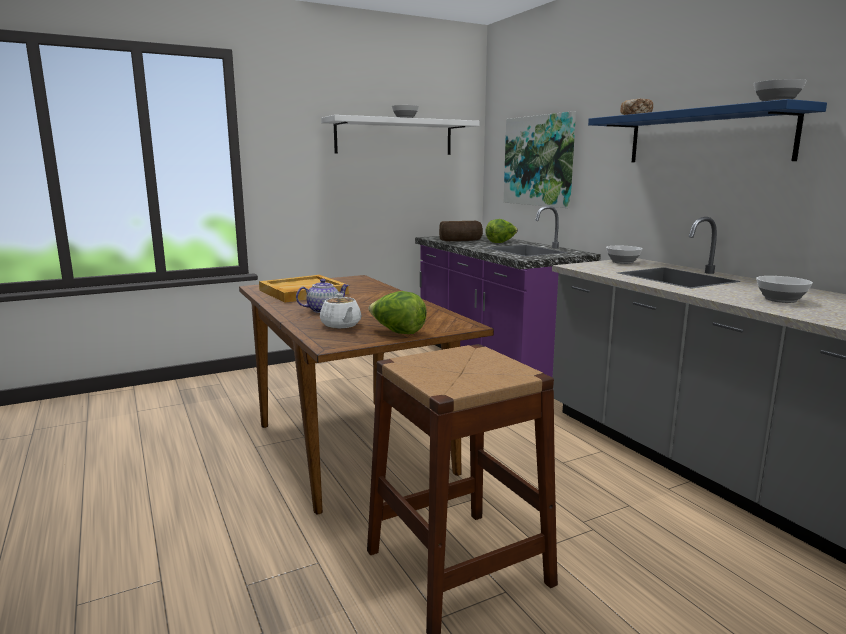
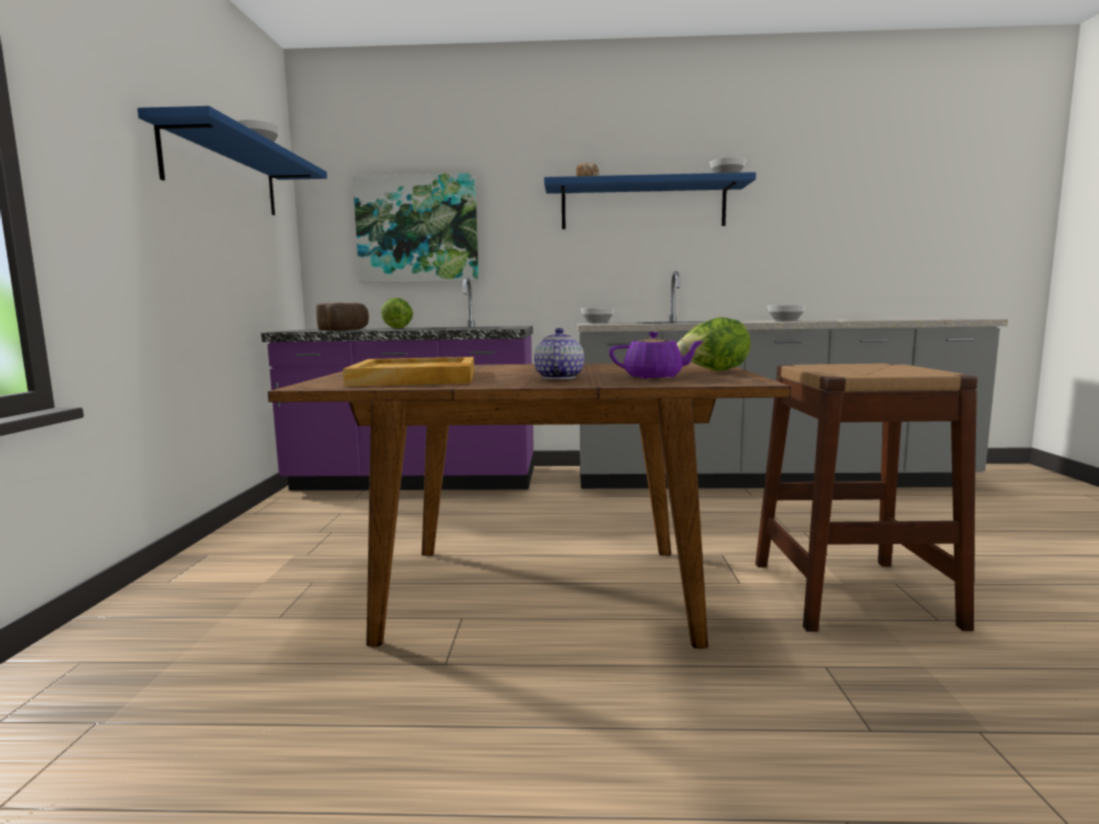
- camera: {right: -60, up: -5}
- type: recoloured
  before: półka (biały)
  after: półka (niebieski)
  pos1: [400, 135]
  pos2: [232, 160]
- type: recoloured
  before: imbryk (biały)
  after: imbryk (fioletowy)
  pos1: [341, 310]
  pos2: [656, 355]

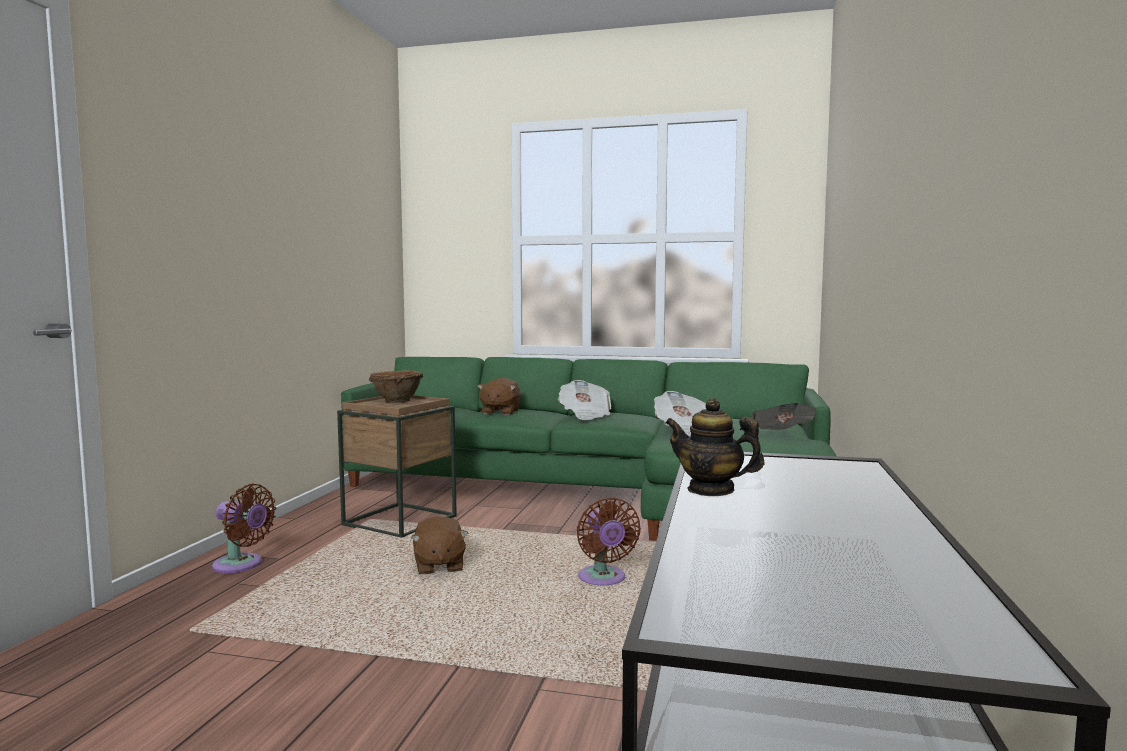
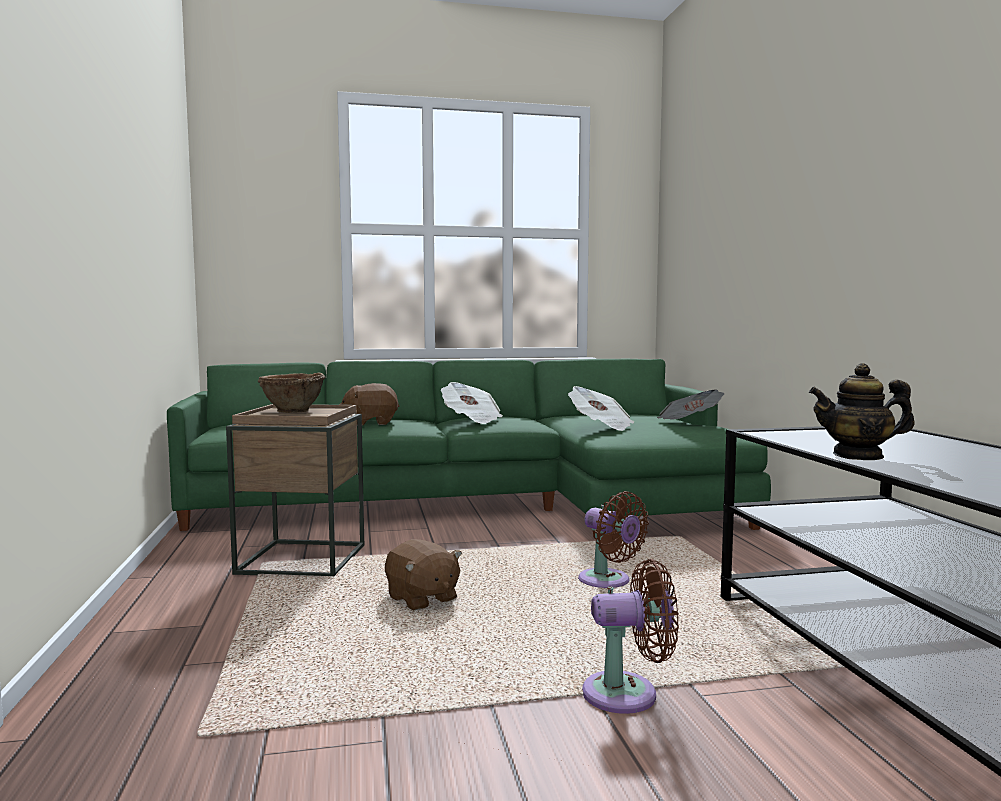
- camera: {right: -25, up: 0}
- type: turned
  before: pluszak (brązowy)
  pos1: [499, 396]
  pos2: [369, 404]
  turn: 90
- type: moved
  before: wentylator (brązowy)
  pos1: [244, 528]
  pos2: [630, 636]

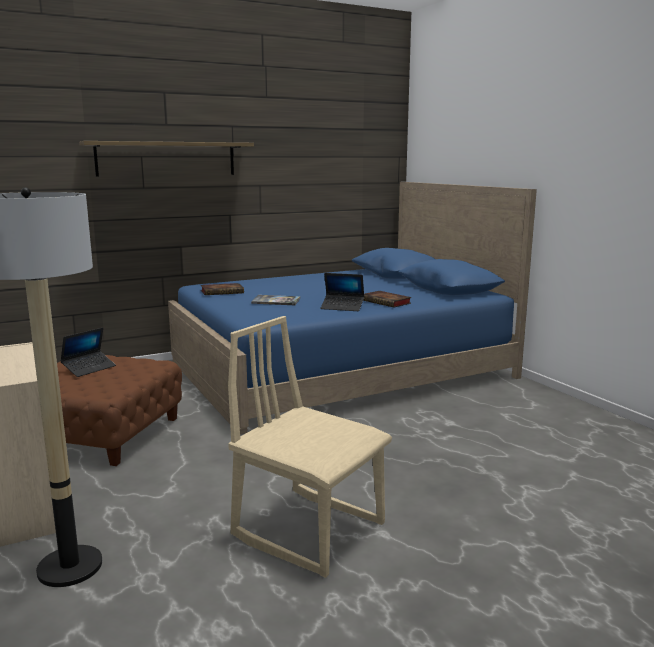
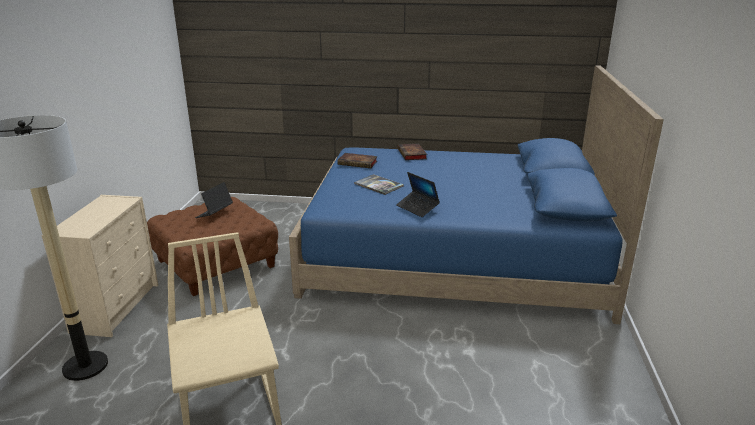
- camera: {right: 35, up: 10}
- type: turned
  before: laptop
  pos1: [88, 352]
  pos2: [214, 200]
  turn: 135
- type: moved
  before: książka
  pos1: [387, 299]
  pos2: [412, 151]
- type: removed
  before: półka
  pos1: [166, 158]

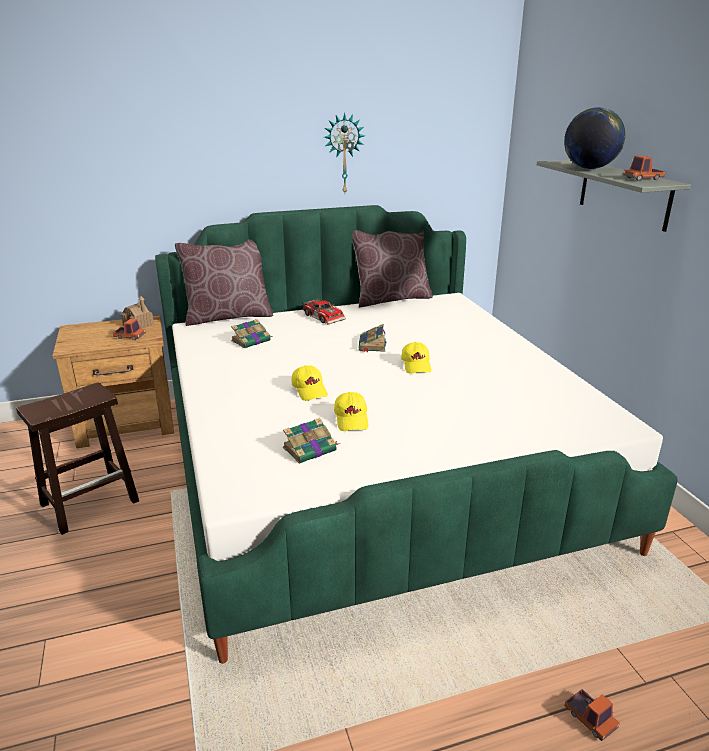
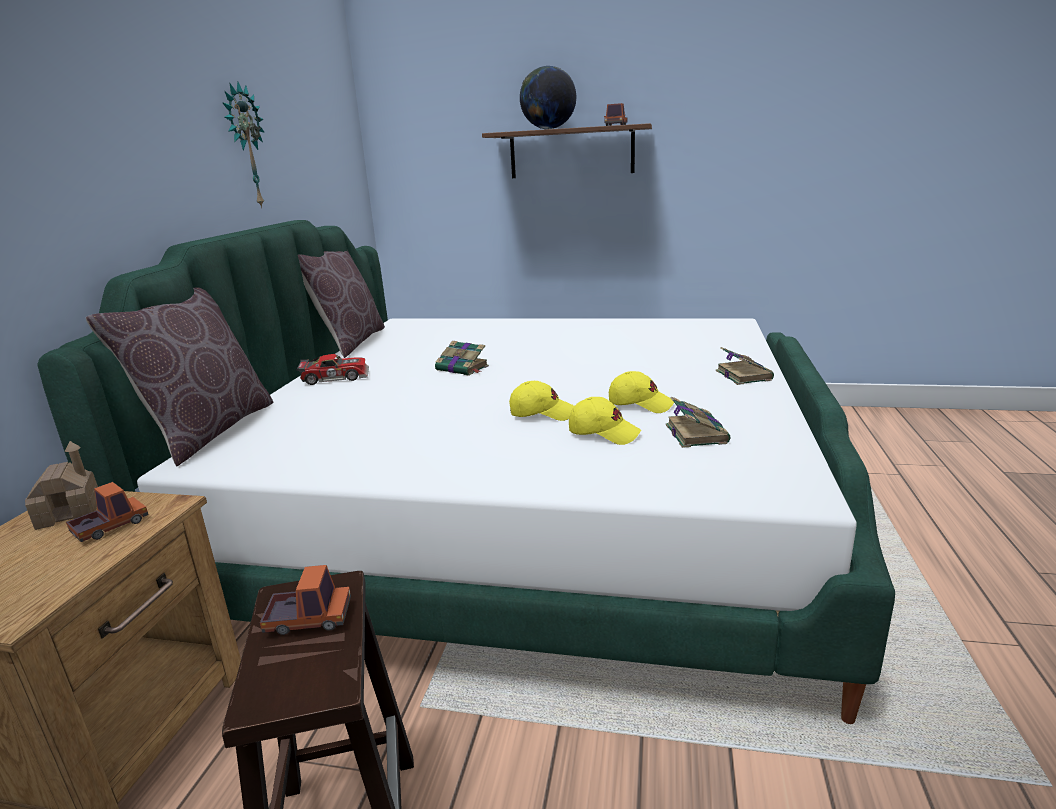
- camera: {right: -60, up: -5}
- type: moved
  before: ciężarówka zabawkowa
  pos1: [592, 715]
  pos2: [305, 600]
- type: recoloured
  before: półka (szary)
  after: półka (brązowy)
  pos1: [614, 196]
  pos2: [567, 150]
- type: moved
  before: czapka z daszkiem (żółty)
  pos1: [416, 358]
  pos2: [605, 421]
- type: moved
  before: książka
  pos1: [252, 333]
  pos2: [745, 366]

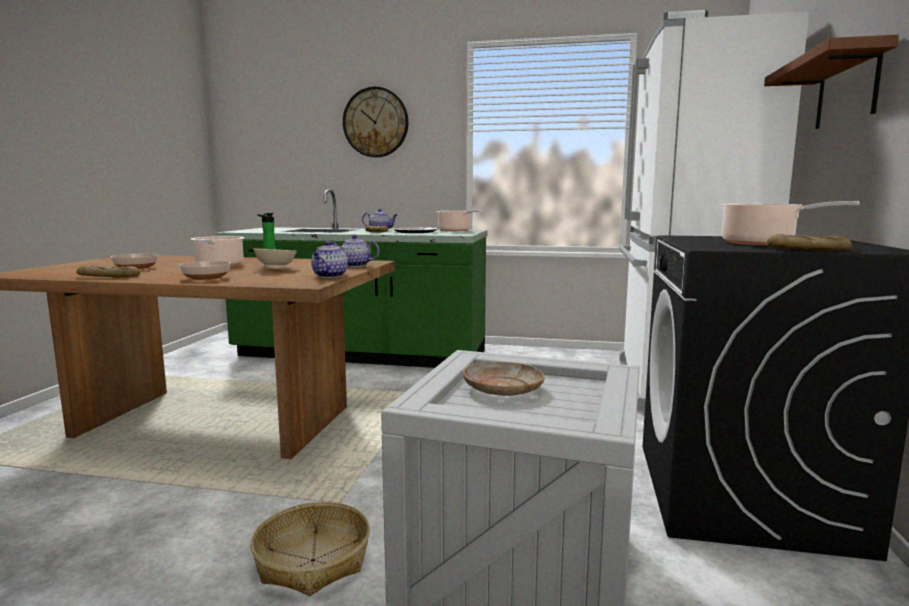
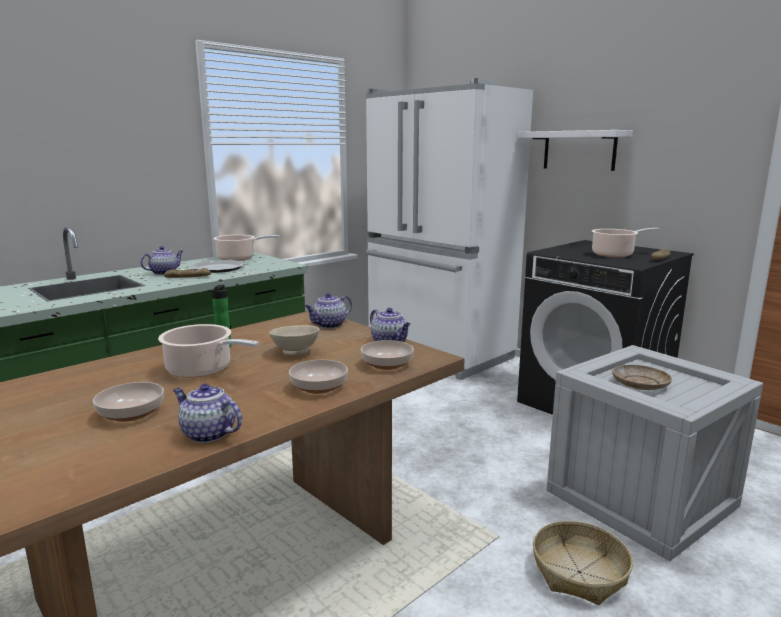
- camera: {right: -55, up: 5}
- type: replaced
  before: chleb
  after: imbryk
  pos1: [108, 271]
  pos2: [207, 413]
- type: added
  after: miska
  pos2: [387, 355]
- type: recoloured
  before: półka (brązowy)
  after: półka (biały)
  pos1: [831, 82]
  pos2: [575, 150]
- type: removed
  before: zegar ścienny
  pos1: [375, 122]

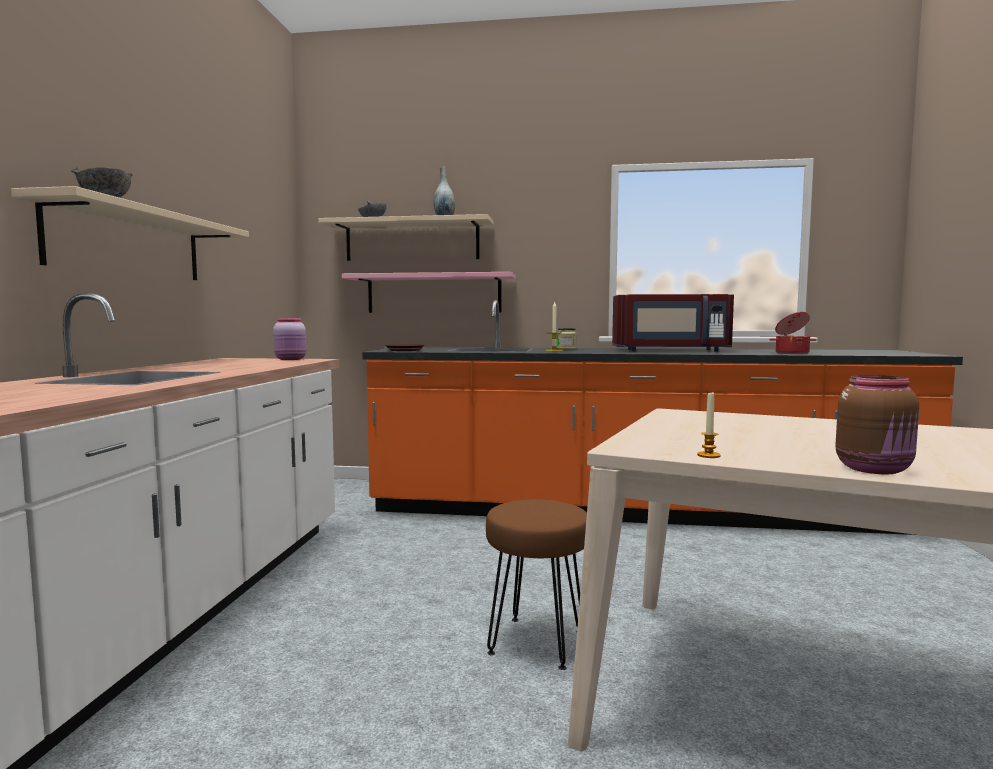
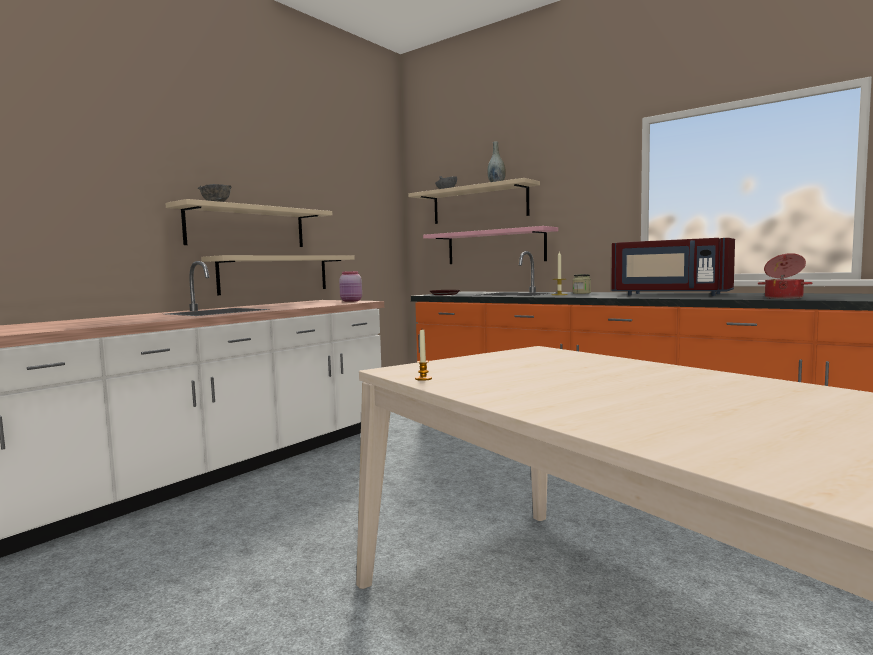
- camera: {right: 30, up: 0}
- type: added
  after: półka (beżowy)
  pos2: [278, 275]
- type: removed
  before: stołek (brązowy)
  pos1: [536, 584]
- type: removed
  before: słoik (brązowy)
  pos1: [877, 424]

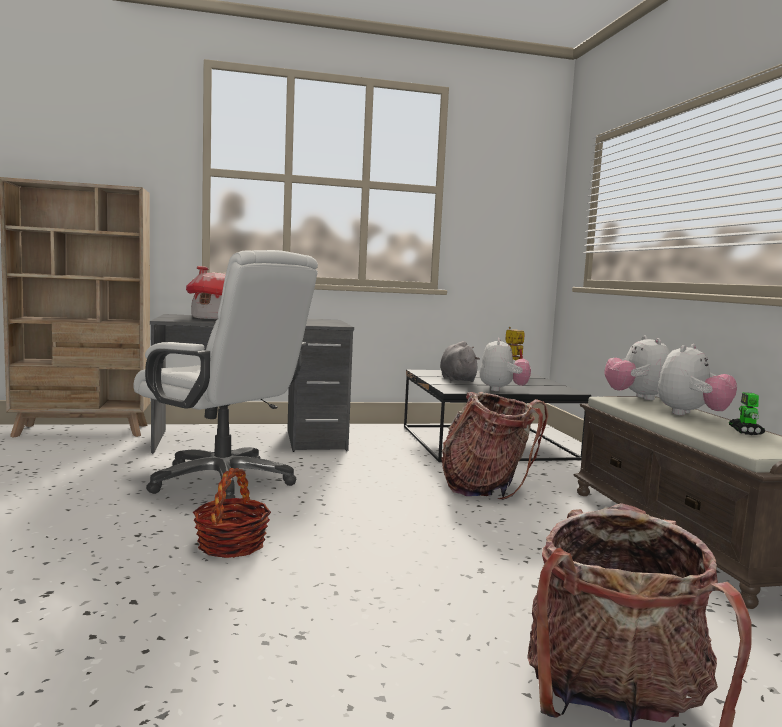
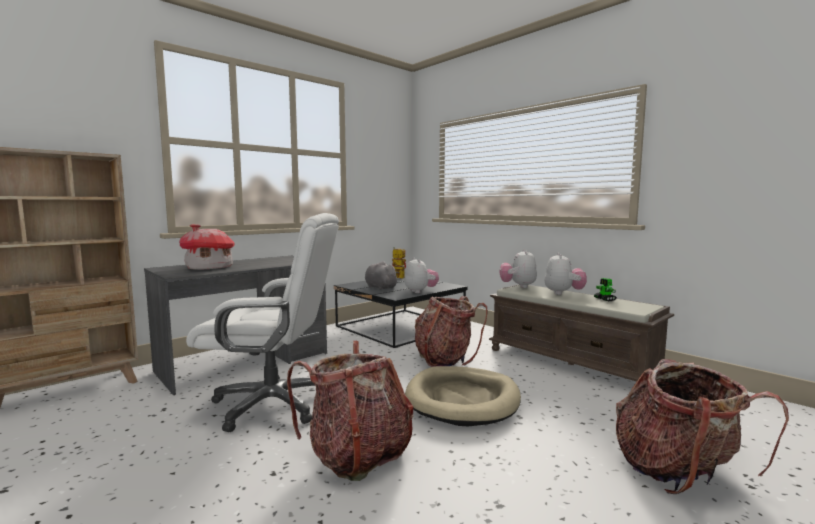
- camera: {right: -30, up: 0}
- type: replaced
  before: koszyk
  after: plecak
  pos1: [232, 513]
  pos2: [350, 411]
- type: added
  after: legowisko (beżowy)
  pos2: [463, 396]
- type: turned
  before: pluszak
  pos1: [637, 368]
  pos2: [518, 268]
  turn: 45

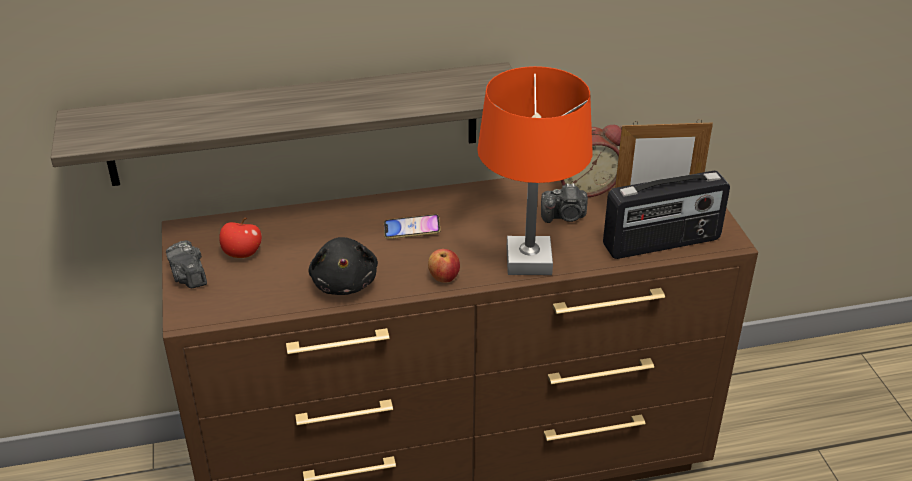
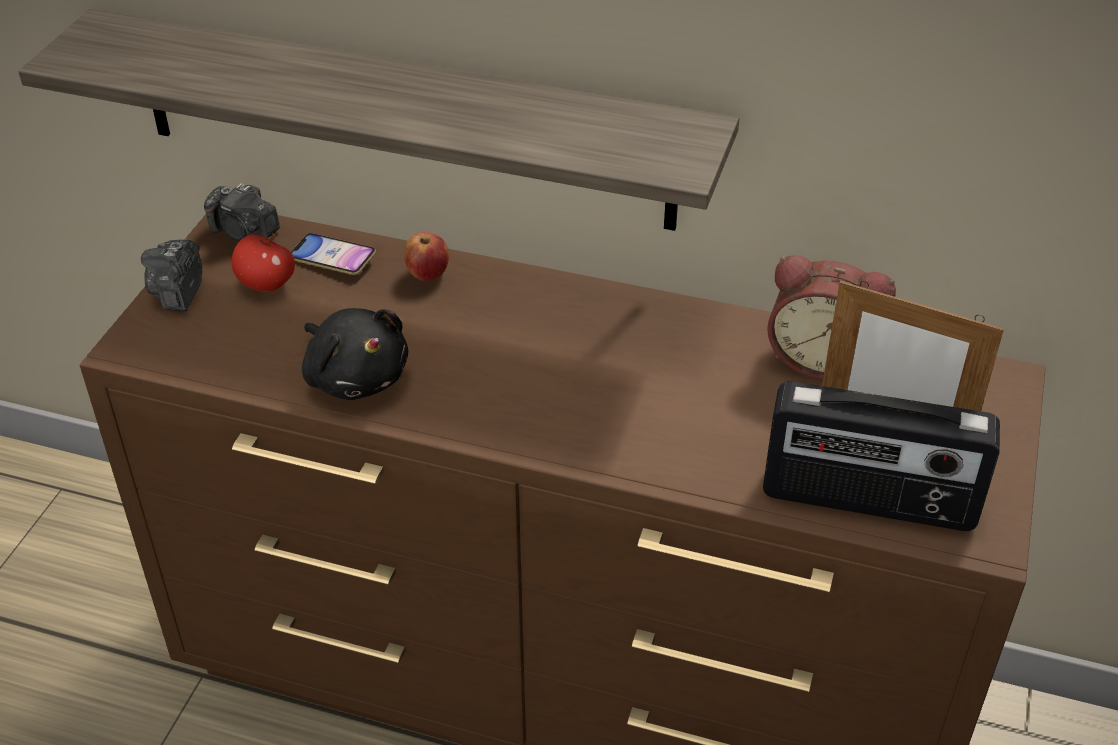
- camera: {right: 30, up: 5}
- type: moved
  before: aparat fotograficzny
  pos1: [564, 203]
  pos2: [242, 212]
- type: moved
  before: telefon
  pos1: [412, 226]
  pos2: [333, 254]
- type: turned
  before: pluszak (czarny)
  pos1: [343, 266]
  pos2: [355, 354]
  turn: -60
- type: moved
  before: jabłko
  pos1: [444, 266]
  pos2: [426, 257]
- type: removed
  before: lampa stołowa (pomarańczowy)
  pos1: [534, 170]

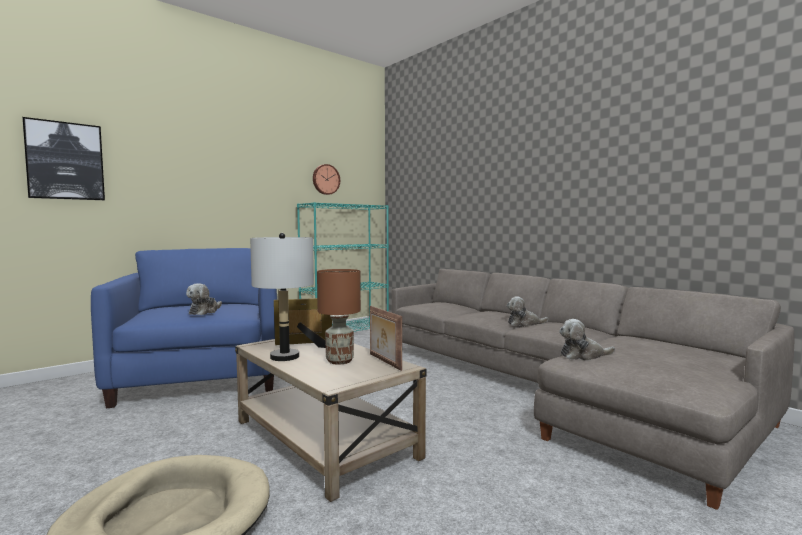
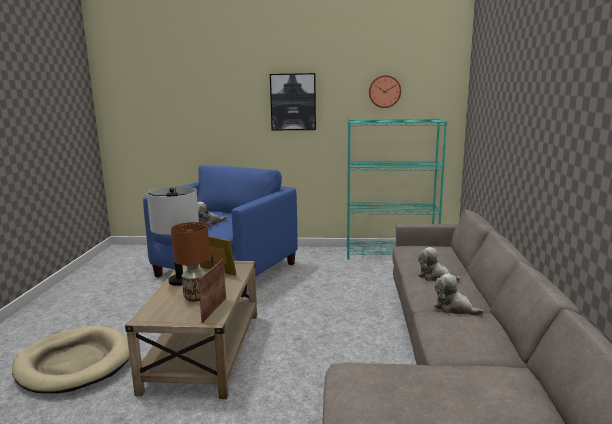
- camera: {right: 45, up: 10}
- type: moved
  before: obraz
  pos1: [63, 158]
  pos2: [293, 101]
- type: moved
  before: pluszak
  pos1: [587, 340]
  pos2: [439, 264]

